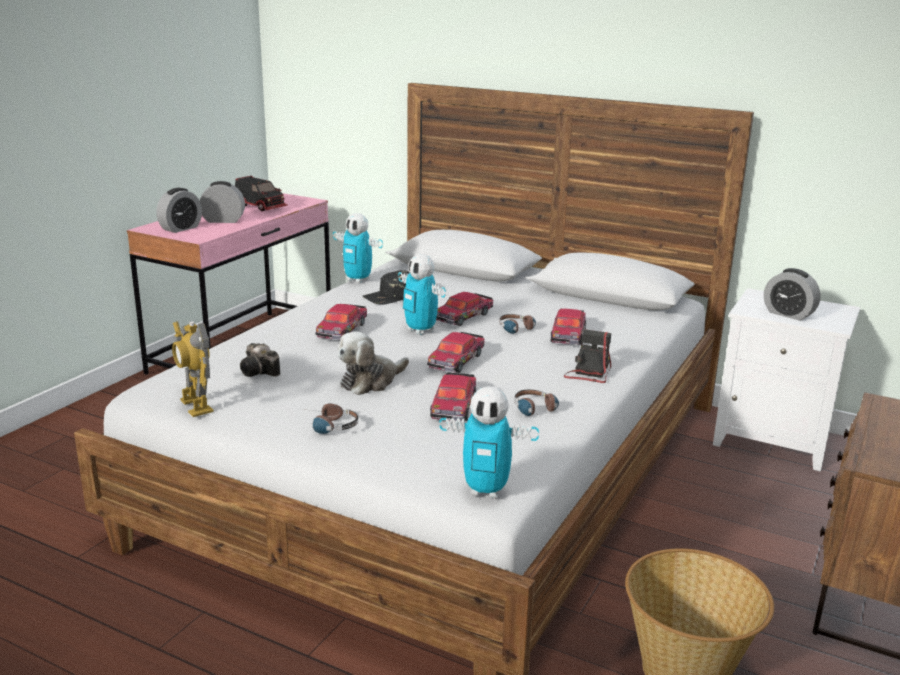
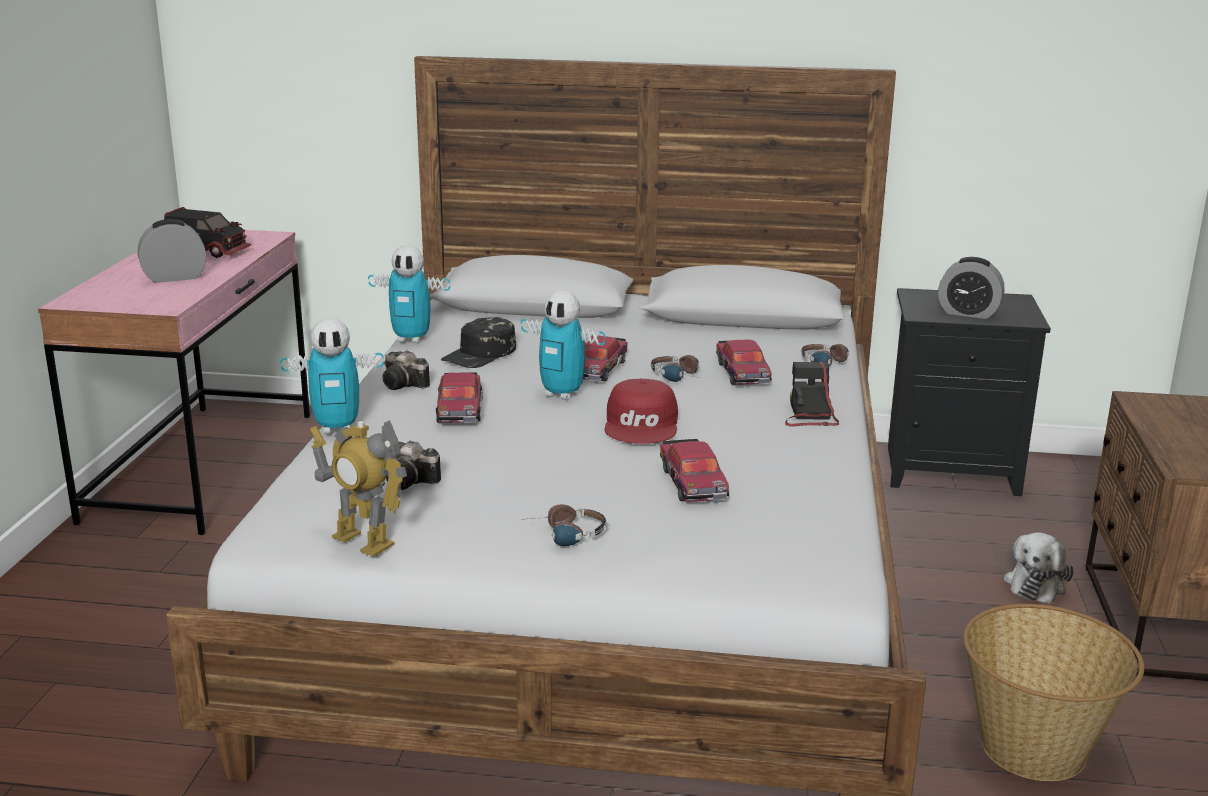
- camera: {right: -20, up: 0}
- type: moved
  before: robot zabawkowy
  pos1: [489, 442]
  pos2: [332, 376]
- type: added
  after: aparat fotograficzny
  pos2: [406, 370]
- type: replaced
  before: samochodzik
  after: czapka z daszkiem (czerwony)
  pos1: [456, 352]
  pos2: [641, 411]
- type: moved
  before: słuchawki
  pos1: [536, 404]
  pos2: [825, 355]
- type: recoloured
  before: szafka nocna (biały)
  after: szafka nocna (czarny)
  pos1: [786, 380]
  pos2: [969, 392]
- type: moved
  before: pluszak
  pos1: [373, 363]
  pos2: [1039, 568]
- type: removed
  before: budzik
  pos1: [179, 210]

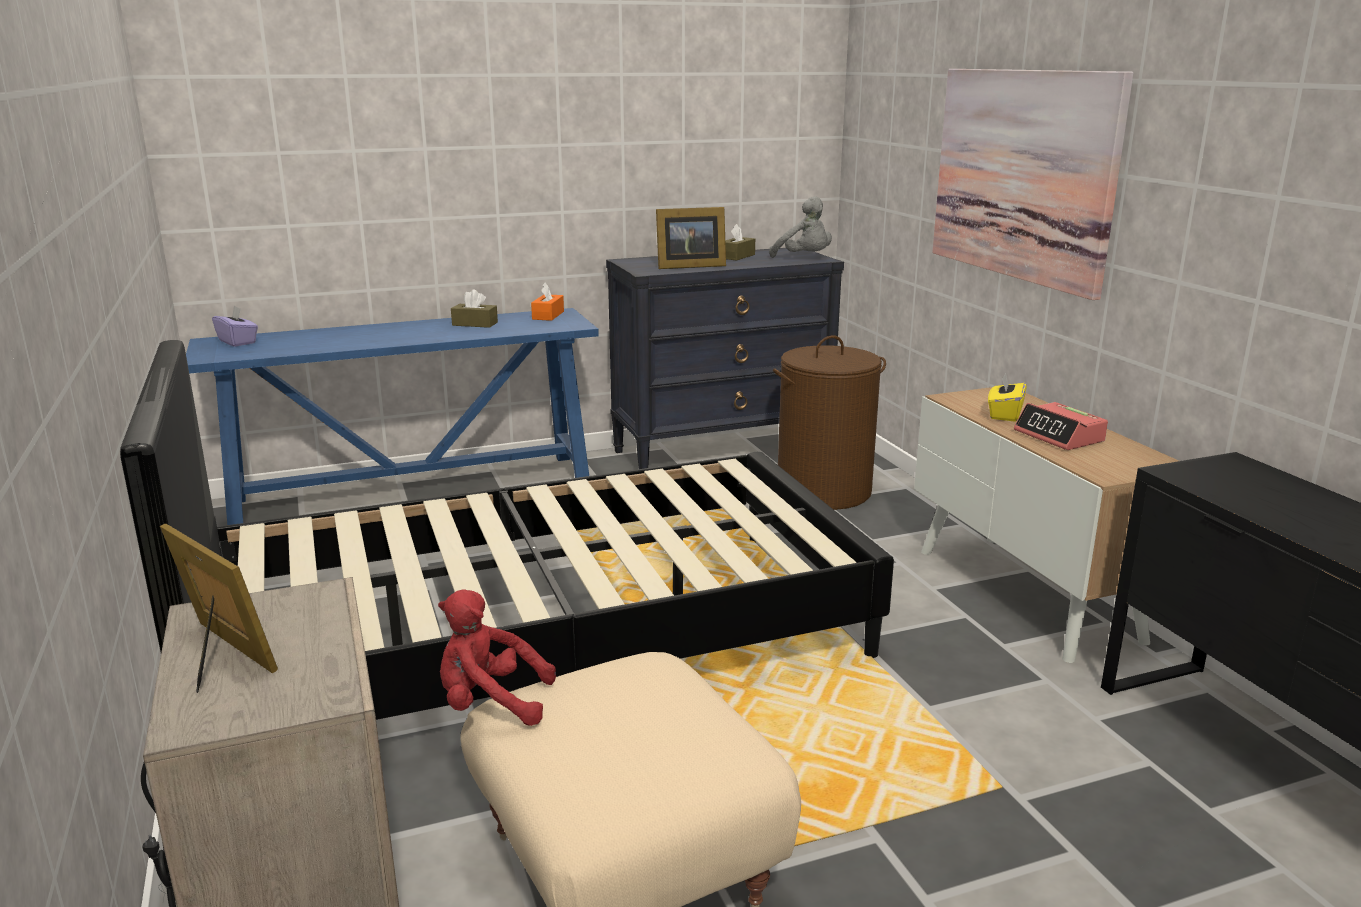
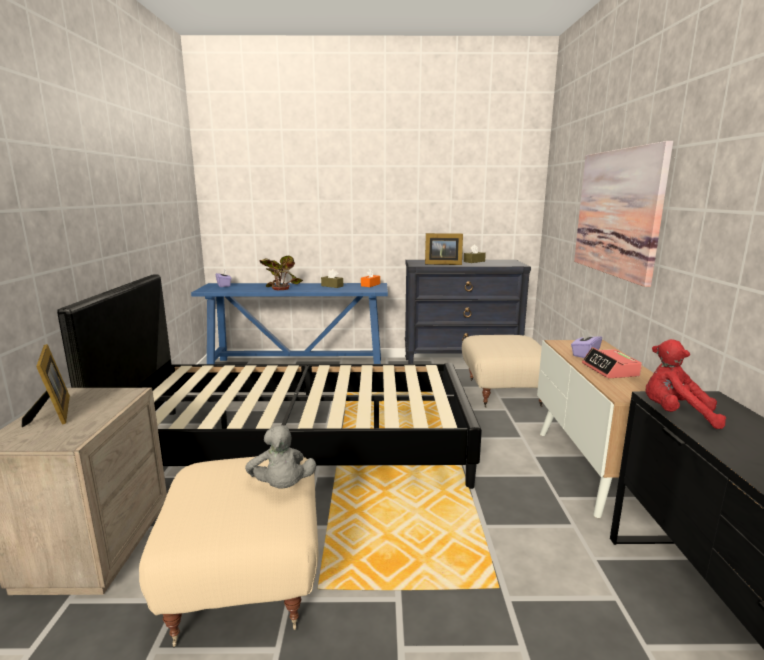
- camera: {right: 20, up: -5}
- type: moved
  before: pluszak (szary)
  pos1: [800, 227]
  pos2: [280, 457]
- type: added
  after: roślina doniczkowa
  pos2: [281, 272]
- type: replaced
  before: kosz na pranie (brązowy)
  after: pufa (beżowy)
  pos1: [829, 422]
  pos2: [502, 371]
- type: recoloured
  before: pudełko chusteczek (żółty)
  after: pudełko chusteczek (fioletowy)
  pos1: [1007, 397]
  pos2: [586, 343]
- type: moved
  before: pluszak (czerwony)
  pos1: [497, 657]
  pos2: [686, 384]

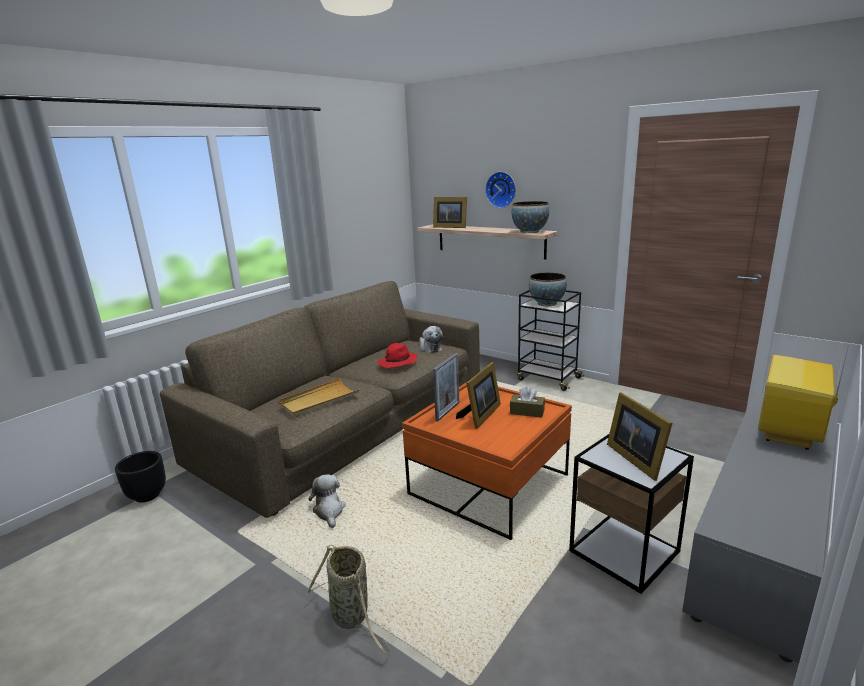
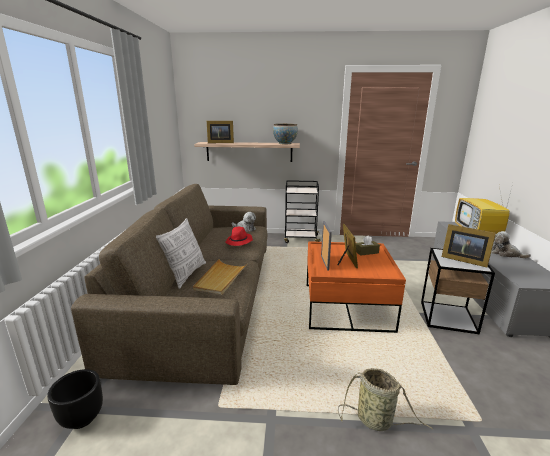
- camera: {right: -35, up: 0}
- type: added
  after: poduszka
  pos2: [181, 253]
- type: moved
  before: pluszak
  pos1: [327, 501]
  pos2: [511, 245]
- type: removed
  before: zegar ścienny
  pos1: [500, 190]
- type: removed
  before: miska
  pos1: [548, 289]

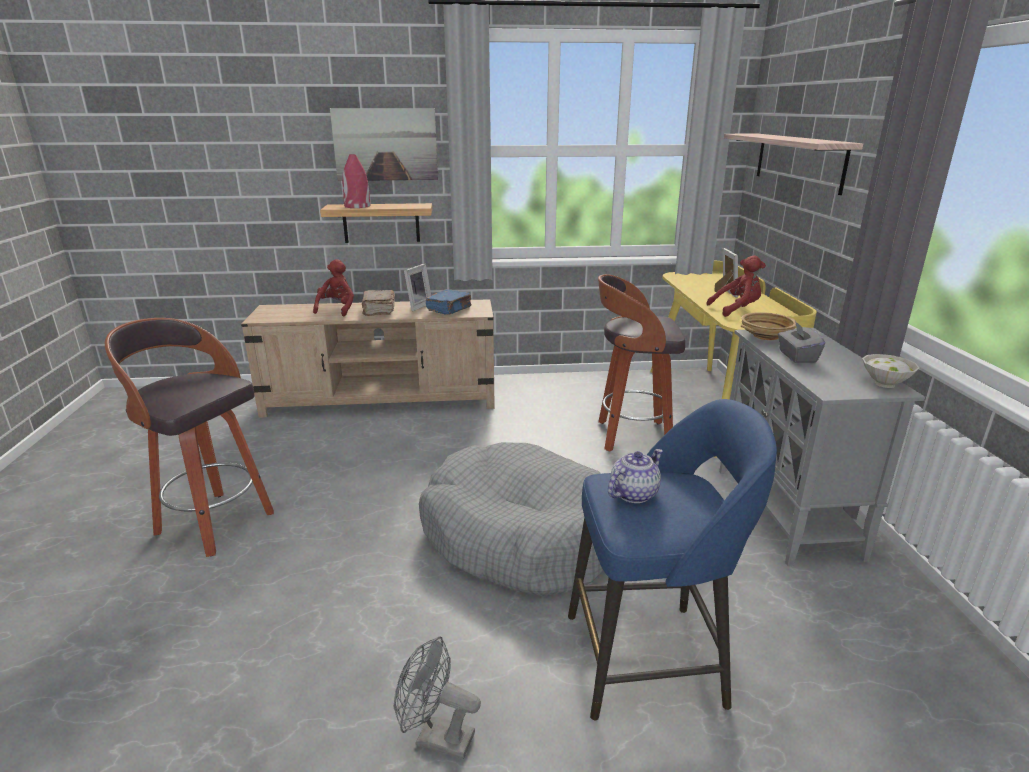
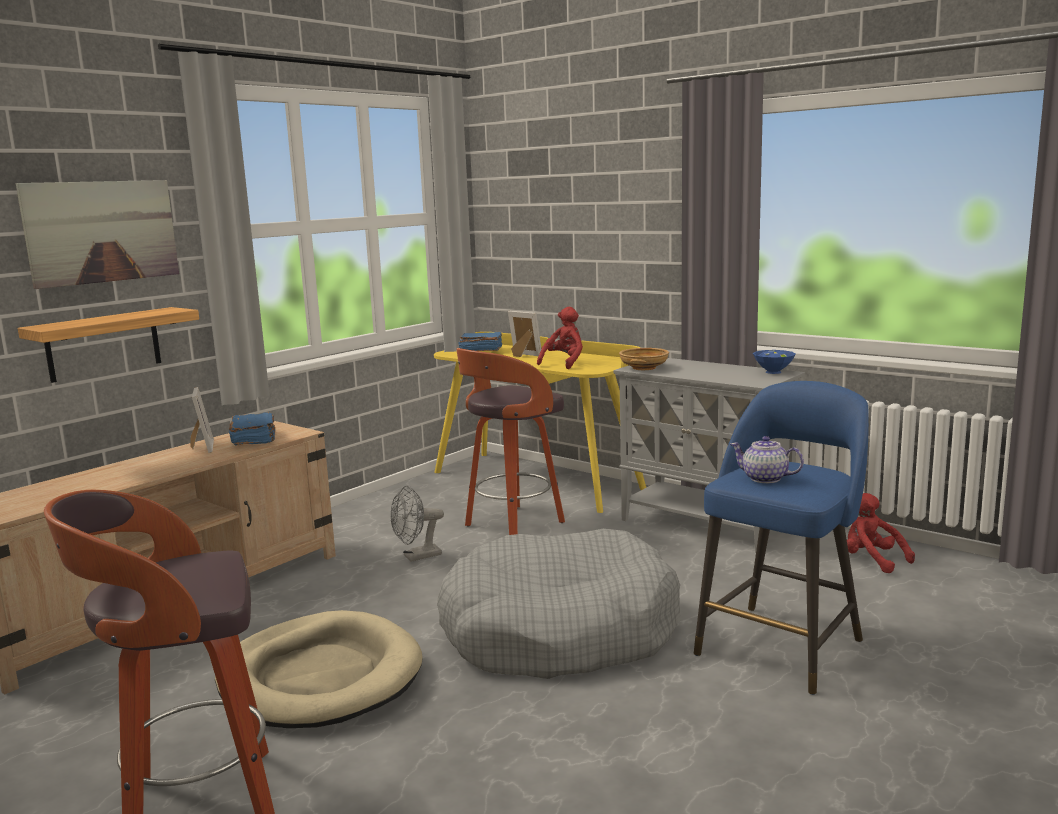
- camera: {right: -45, up: -10}
- type: added
  after: legowisko (beżowy)
  pos2: [318, 669]
- type: moved
  before: wentylator (szary)
  pos1: [437, 697]
  pos2: [417, 523]
- type: added
  after: książka (niebieski)
  pos2: [480, 341]
- type: turned
  before: imbryk
  pos1: [635, 476]
  pos2: [767, 459]
  turn: -60
- type: recoloured
  before: miska (biały)
  after: miska (niebieski)
  pos1: [890, 371]
  pos2: [774, 362]
- type: moved
  before: pluszak (czerwony)
  pos1: [333, 287]
  pos2: [881, 533]
- type: removed
  before: wazon (czerwony)
  pos1: [356, 181]
- type: removed
  before: książka (brązowy)
  pos1: [378, 303]
- type: removed
  before: półka
  pos1: [793, 164]
- type: removed
  before: pudełko chusteczek (szary)
  pos1: [801, 342]

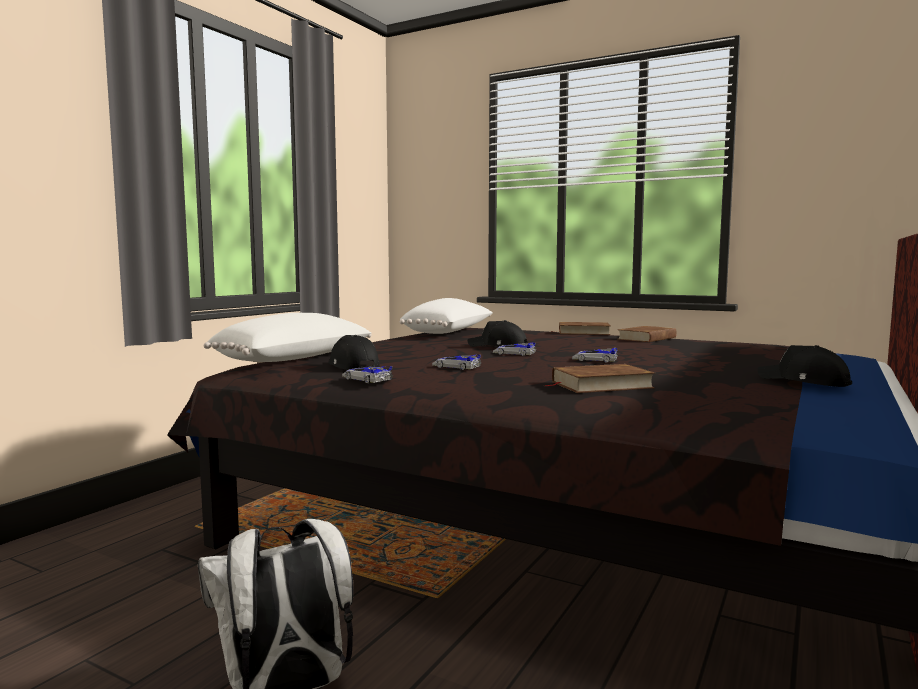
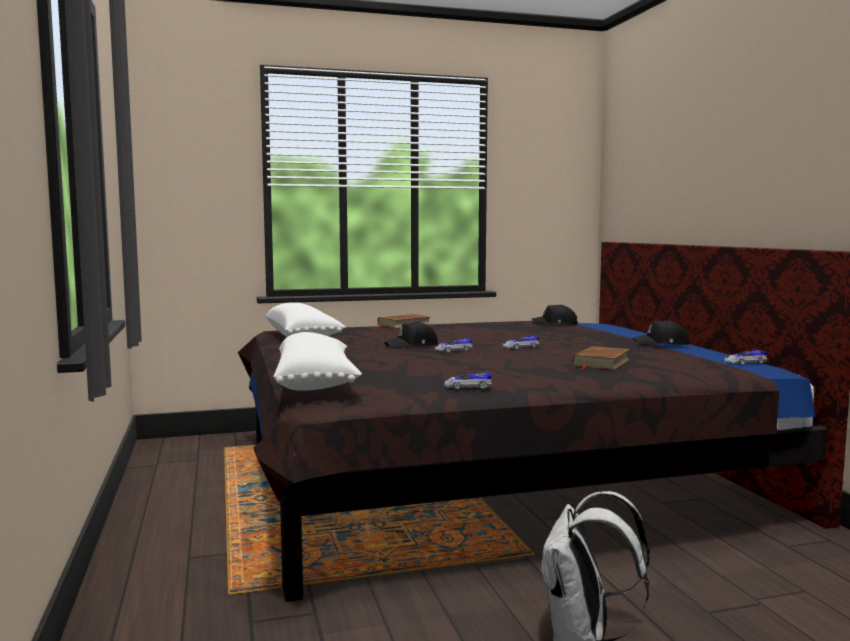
- camera: {right: -45, up: 0}
- type: moved
  before: czapka z daszkiem (czarny)
  pos1: [354, 352]
  pos2: [555, 314]
- type: moved
  before: samochodzik
  pos1: [456, 362]
  pos2: [745, 356]
- type: removed
  before: książka (brązowy)
  pos1: [647, 334]

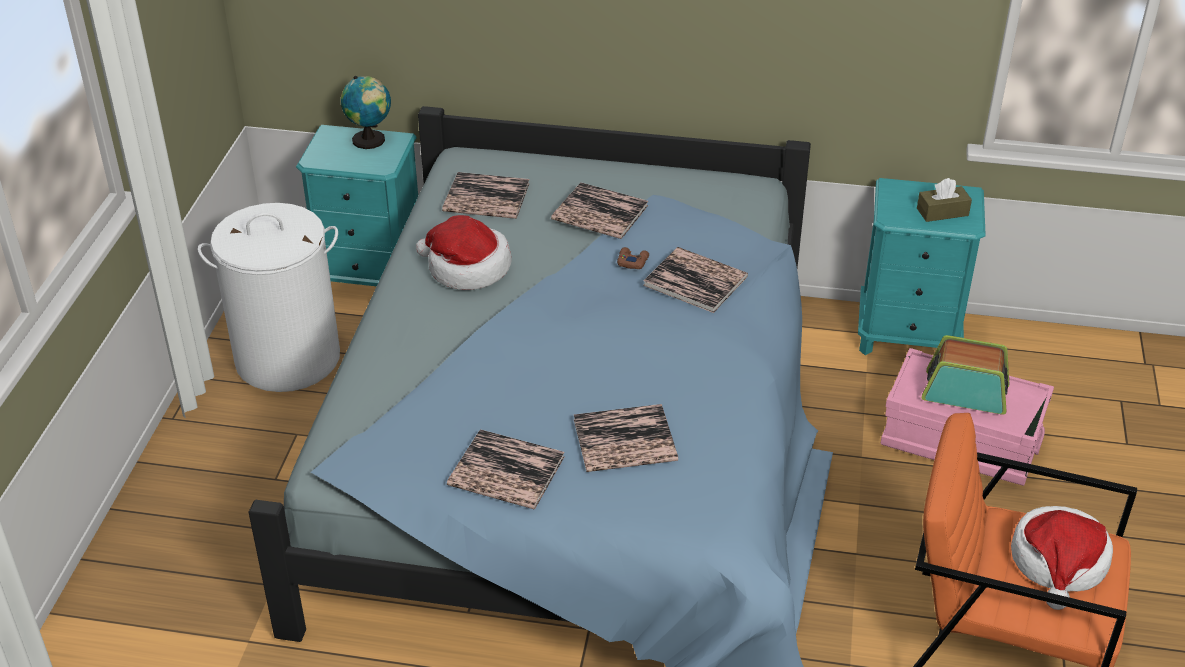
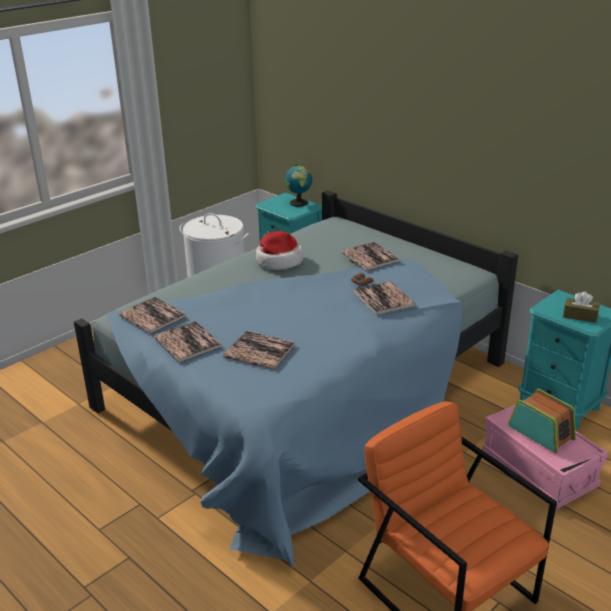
- camera: {right: 35, up: -10}
- type: moved
  before: książka
  pos1: [486, 195]
  pos2: [152, 315]
- type: removed
  before: kapelusz
  pos1: [1062, 558]

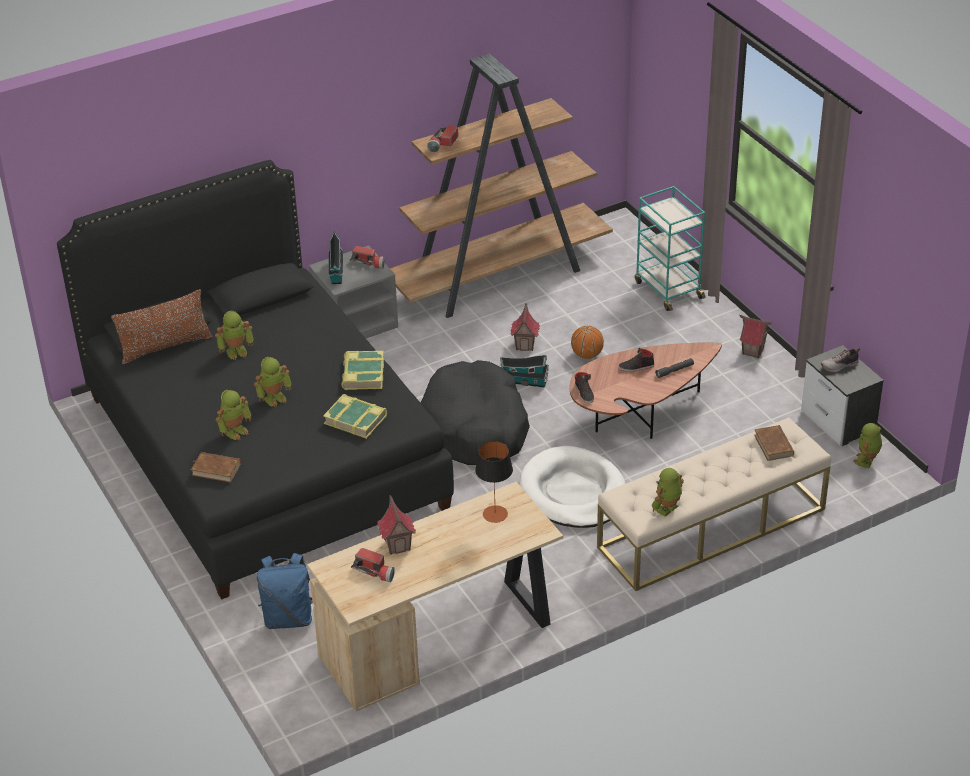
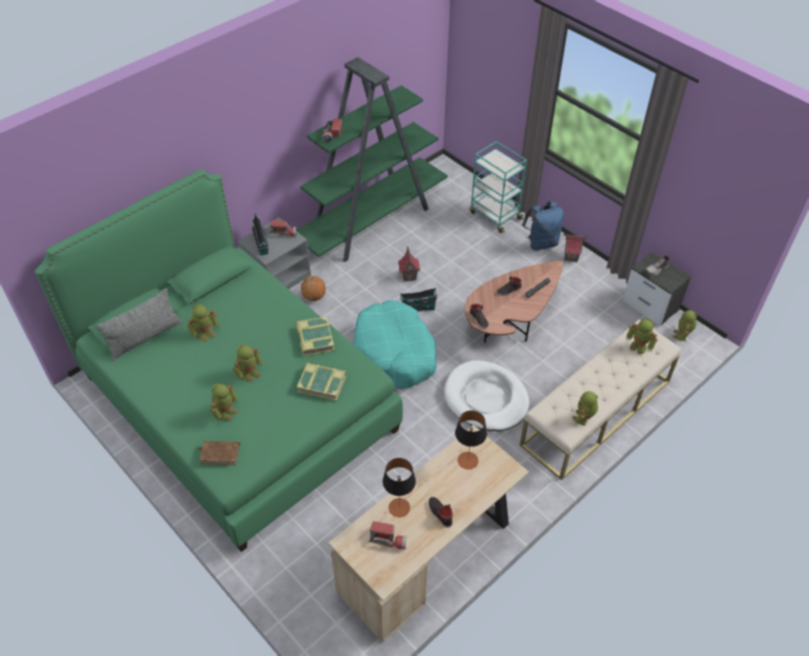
- camera: {right: -15, up: 10}
- type: recoloured
  before: łóżko (czarny)
  after: łóżko (zielony)
  pos1: [255, 380]
  pos2: [219, 360]
- type: recoloured
  before: poduszka (brązowy)
  after: poduszka (szary)
  pos1: [161, 326]
  pos2: [139, 325]
- type: recoloured
  before: regał (brązowy)
  after: regał (zielony)
  pos1: [501, 185]
  pos2: [372, 159]
- type: moved
  before: piłka do koszykówki
  pos1: [587, 342]
  pos2: [313, 288]
- type: recoloured
  before: legowisko (czarny)
  after: legowisko (turkusowy)
  pos1: [475, 412]
  pos2: [395, 344]
- type: replaced
  before: domek
  after: lampa stołowa
  pos1: [396, 525]
  pos2: [399, 487]
- type: added
  after: but (czarny)
  pos2: [440, 512]
- type: moved
  before: plecak (niebieski)
  pos1: [285, 591]
  pos2: [543, 226]
- type: replaced
  before: książka (brązowy)
  after: robot zabawkowy
  pos1: [774, 443]
  pos2: [642, 336]

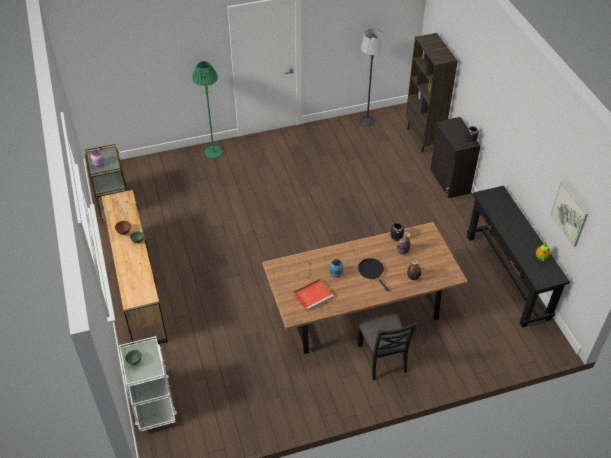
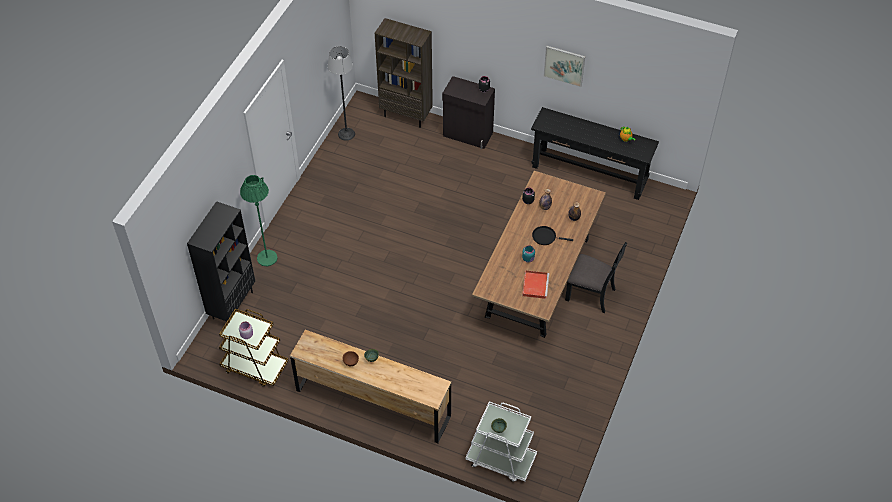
- camera: {right: -50, up: 5}
- type: added
  after: regał (czarny)
  pos2: [221, 261]
- type: moved
  before: obraz
  pos1: [569, 214]
  pos2: [564, 66]

